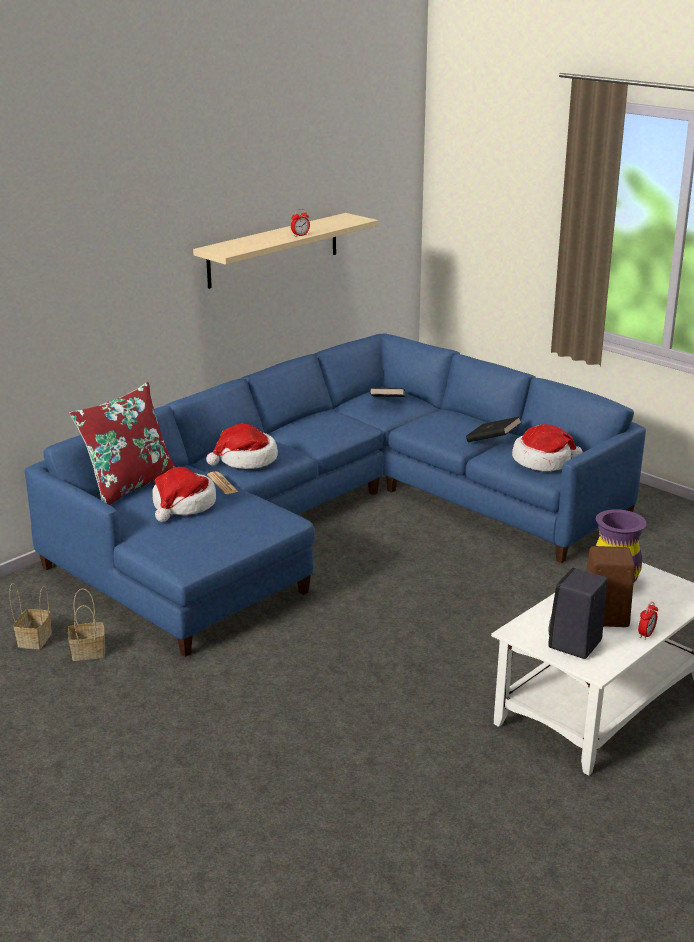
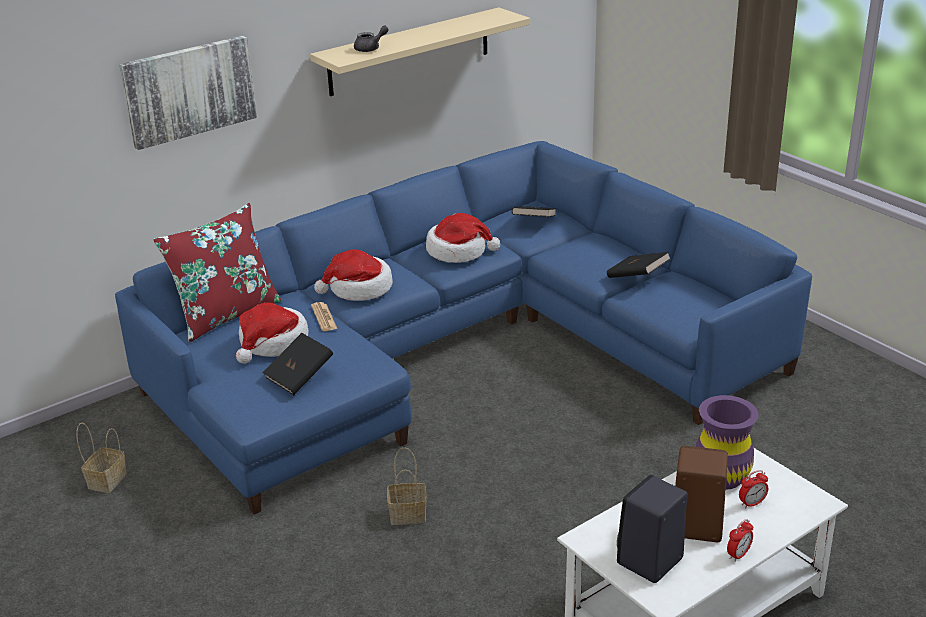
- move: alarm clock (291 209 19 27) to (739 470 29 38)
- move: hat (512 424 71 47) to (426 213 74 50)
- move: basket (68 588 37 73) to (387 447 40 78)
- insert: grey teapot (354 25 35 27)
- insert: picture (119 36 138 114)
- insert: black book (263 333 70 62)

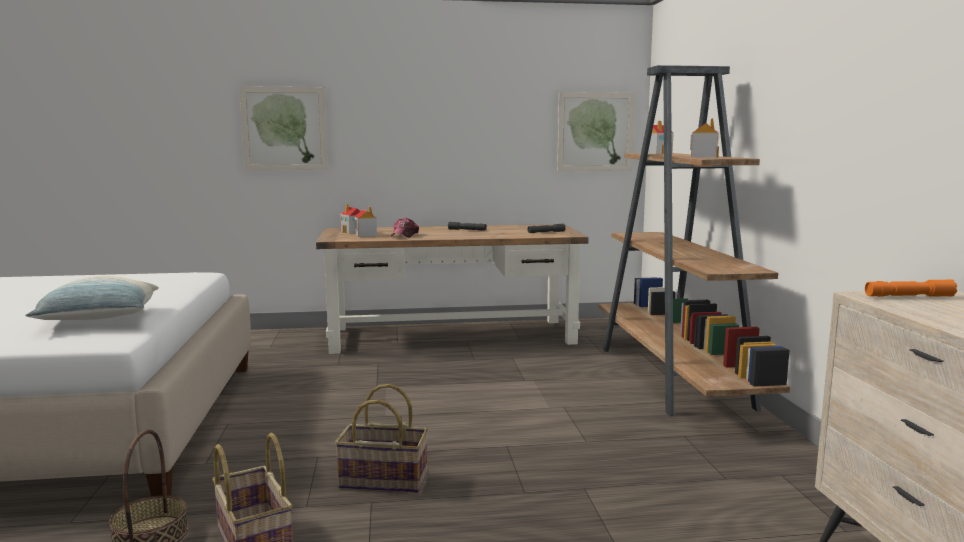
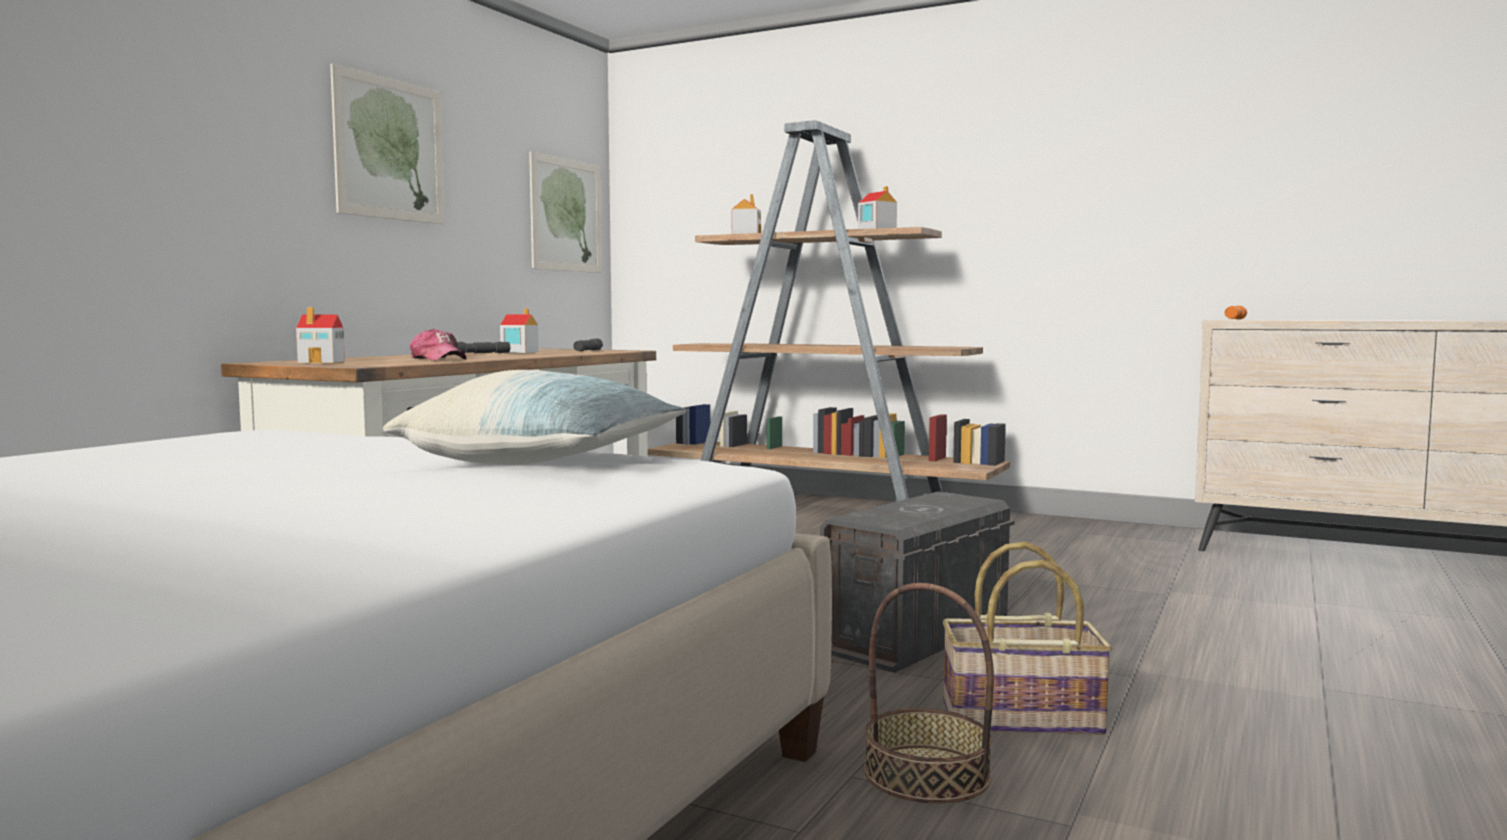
- move: picture (239 86 89 84) to (330 64 115 160)
- move: toy house (354 206 23 31) to (500 309 39 44)
- replace: basket (335 384 93 109) to grey storage box (820 492 195 181)

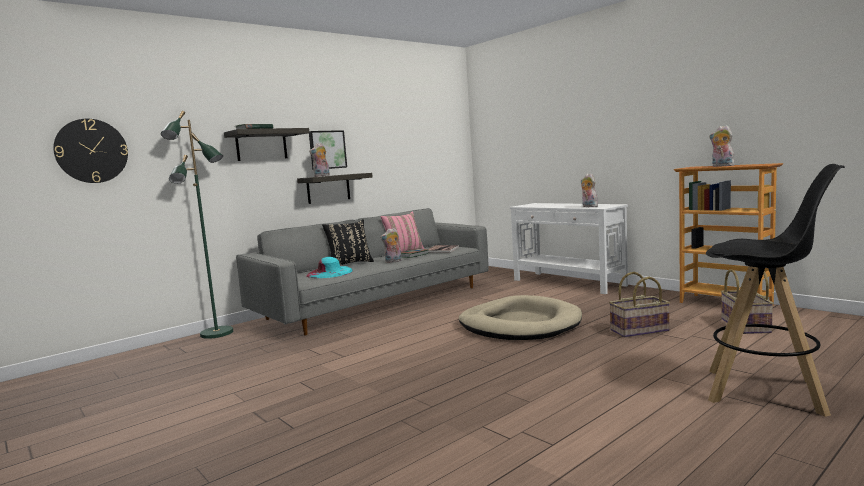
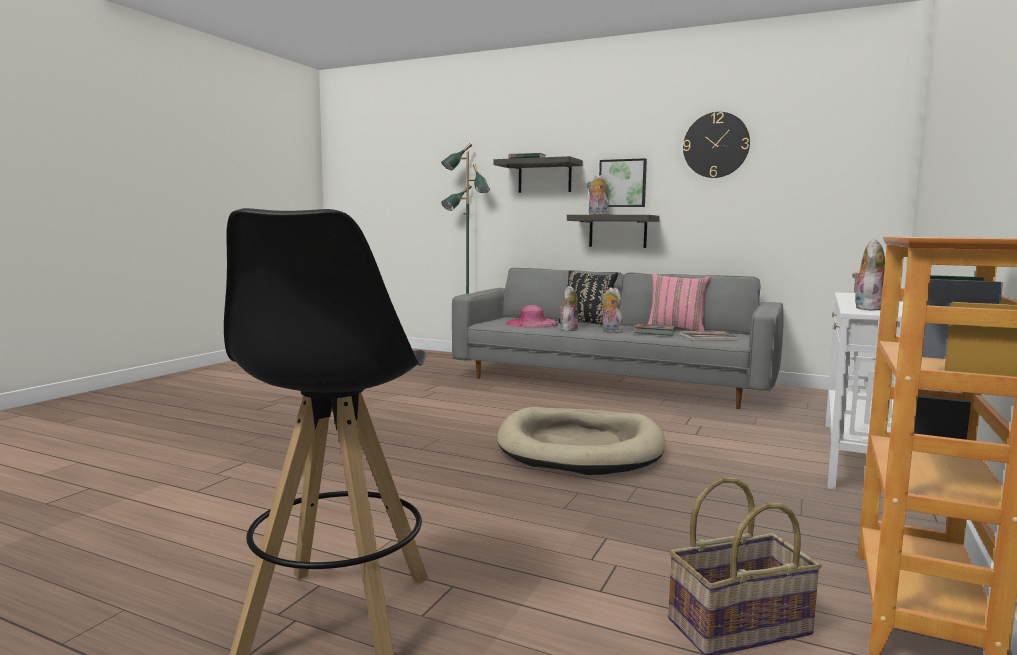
- move: wall clock (53 119 75 64) to (683 112 67 66)
- move: plush toy (709 125 26 42) to (559 286 19 45)
- recolor: turquoise hat (306 257 47 21) to pink hat (506 305 52 23)
- delete: basket (609 272 61 65)

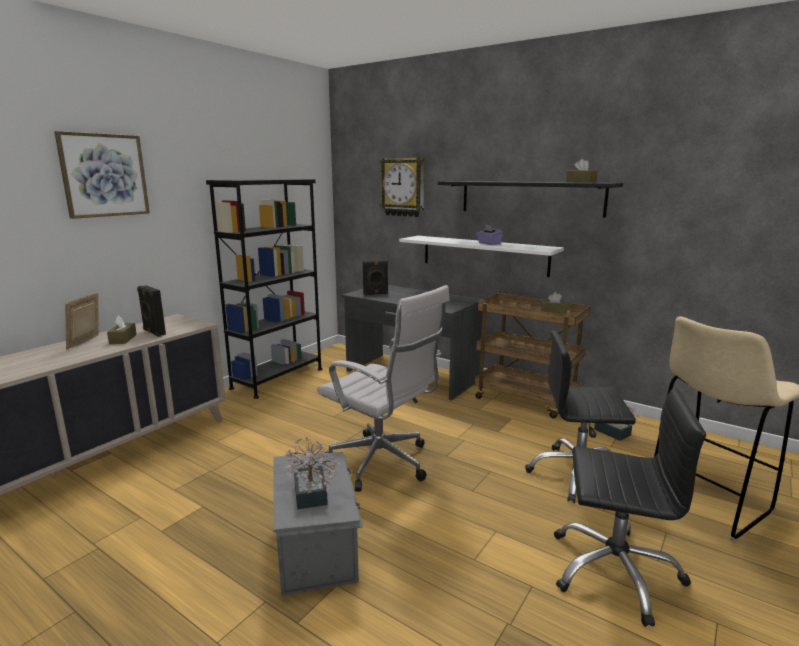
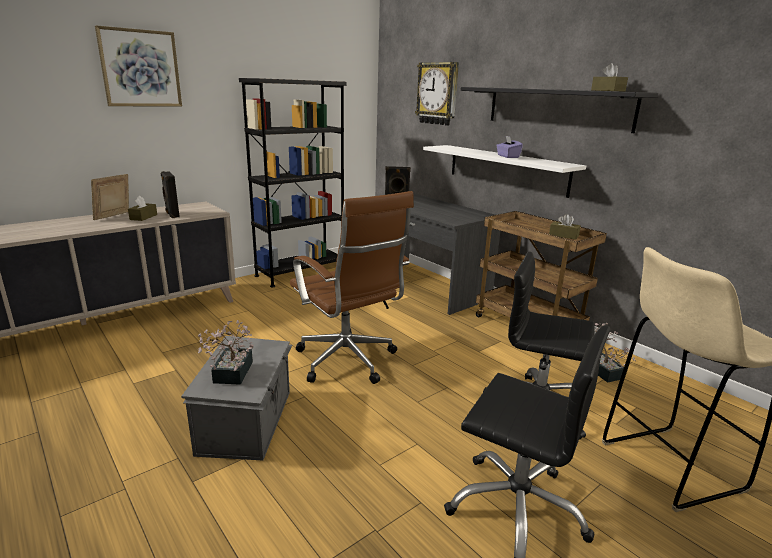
- recolor: white office chair (317 285 132 207) to brown office chair (290 191 124 193)

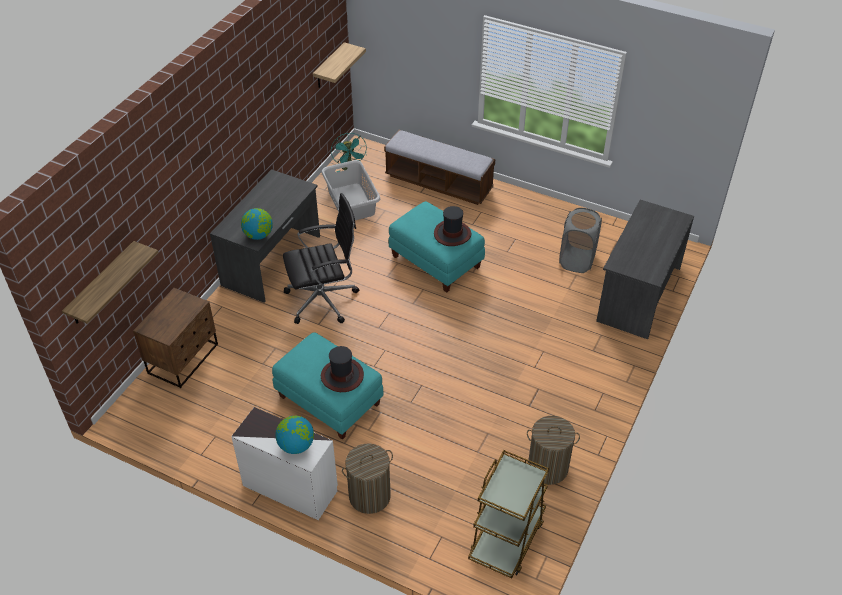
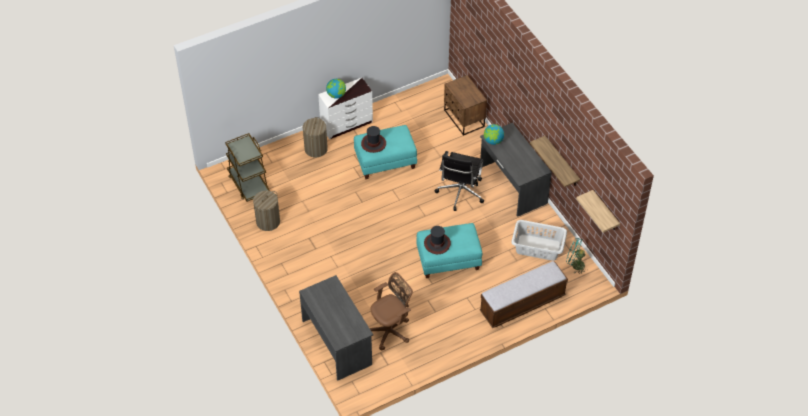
- replace: grey laundry basket (559 208 43 65) to brown office chair (370 272 43 78)
- move: shelf (62 241 96 83) to (530 136 50 51)

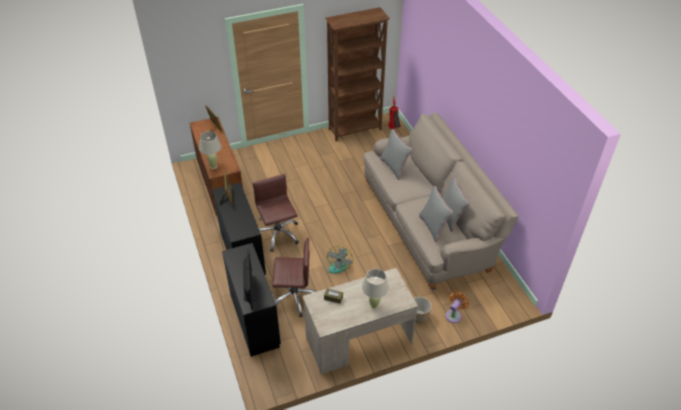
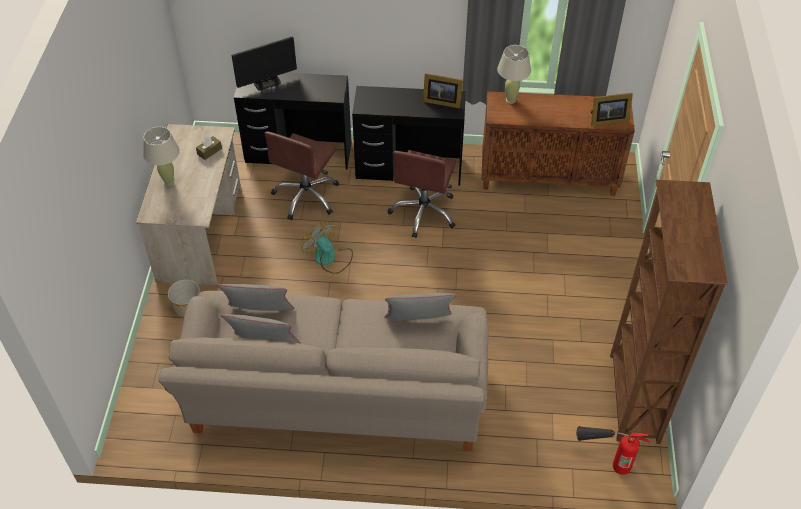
- rotate: brown office chair (253 174 46 78) = (388 150 68 88) 105 degrees clockwise
- rotate: monitor (243 249 14 61) = (232 36 65 54) 45 degrees counterclockwise
- delete: orange fan (445 291 24 32)

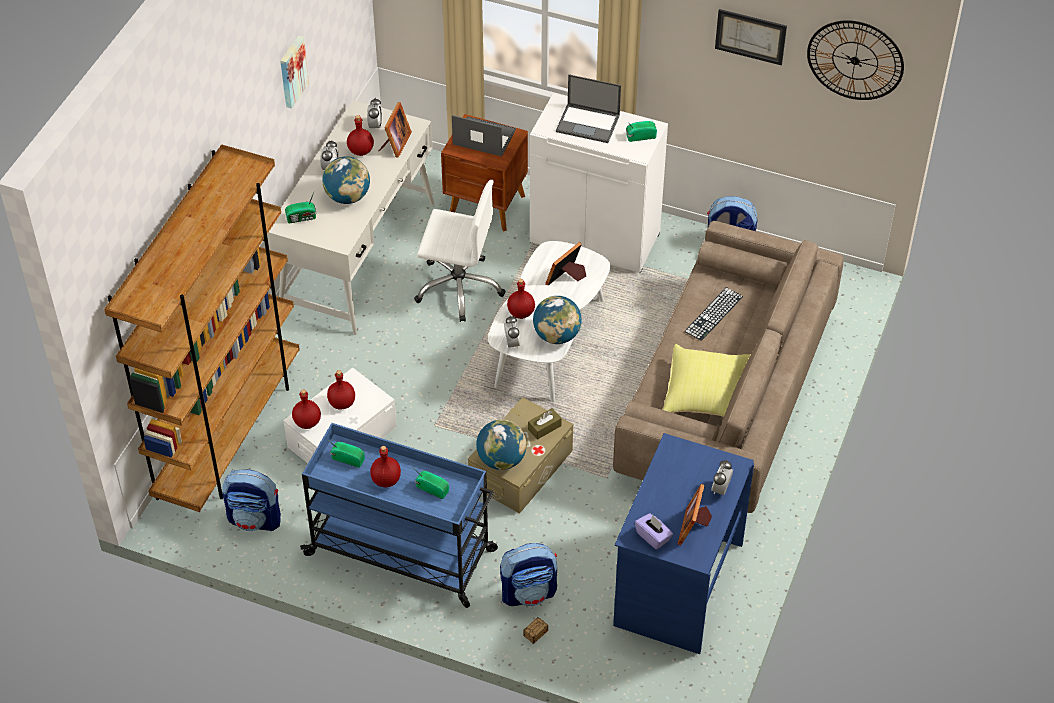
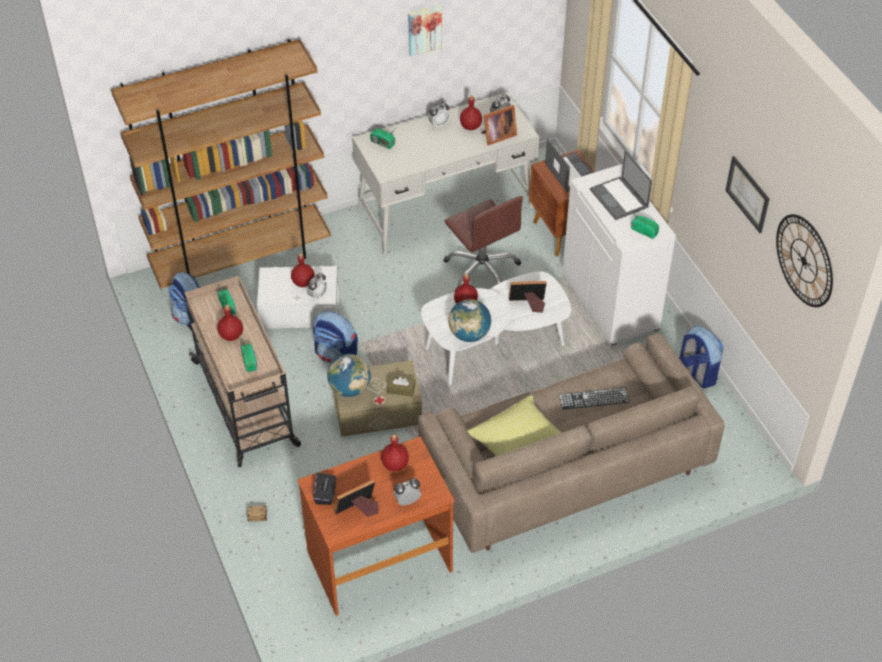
- delete: globe (322 156 48 48)
- recolor: white office chair (414 180 91 142) to brown office chair (443 196 80 94)
- move: alarm clock (504 315 16 34) to (307 273 21 28)
- move: red bottle (292 389 29 40) to (381 434 28 37)
- recolor: blue cart (300 423 198 185) to beige cart (184 276 117 191)
- recolor: blue desk (613 433 141 221) to brown desk (297 437 158 179)
- recolor: purple tissue box (635 513 38 37) to black tissue box (314 472 22 33)
- move: backpack (500 543 57 63) to (313 311 45 53)

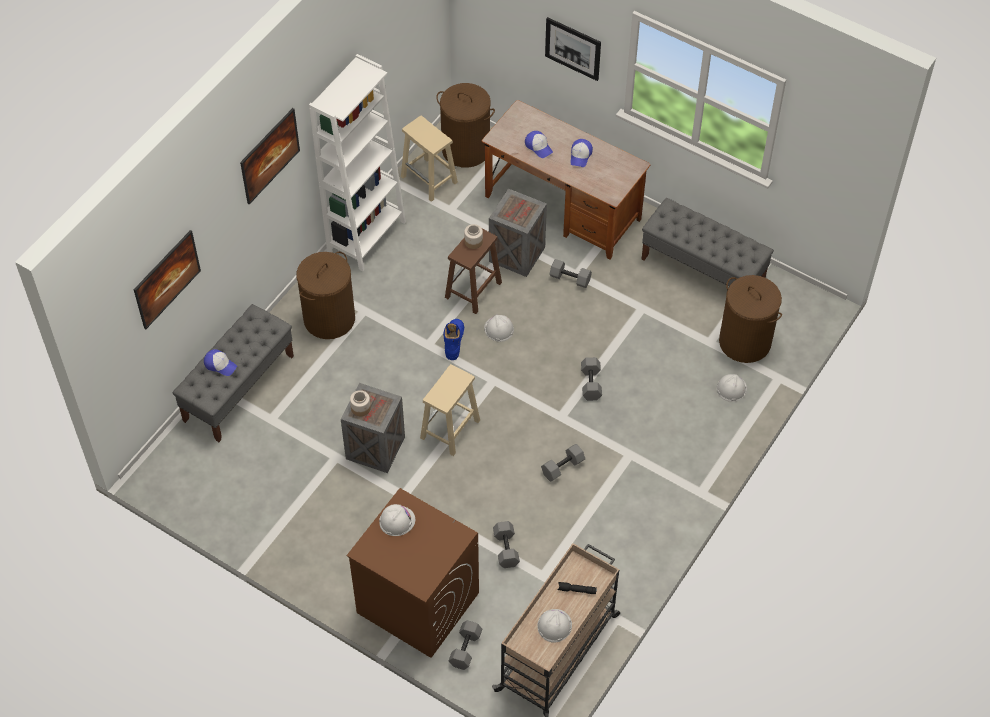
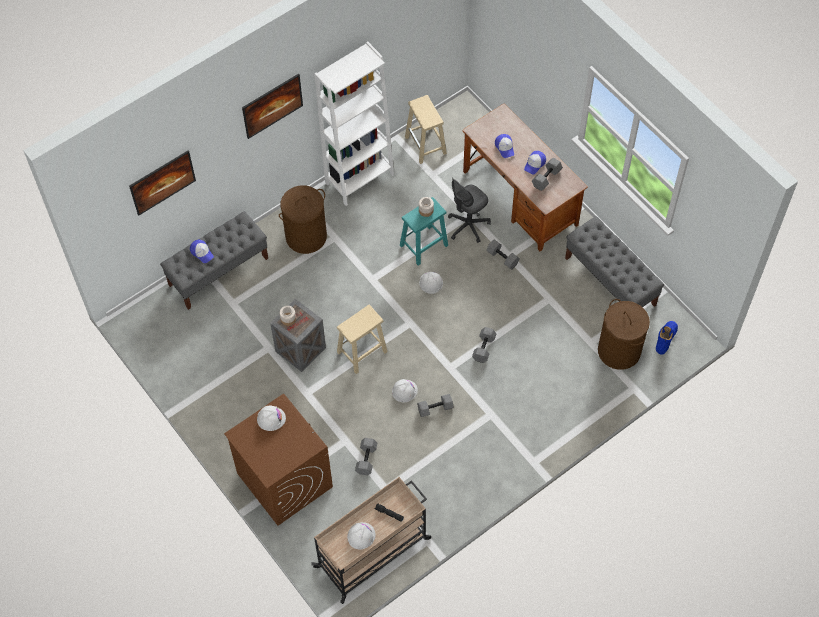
- delete: picture (545 17 56 64)
- delete: brown laundry basket (436 83 59 85)
- replace: crate (489 188 58 89) to grey office chair (448 178 43 65)
- recolor: brown stool (445 229 57 85) to turquoise stool (400 197 48 69)
- move: blue boot (443 319 21 41) to (656 321 22 34)
- move: white hard hat (717 374 30 28) to (392 379 26 23)
- move: grey dumbbell (448 620 34 50) to (532 158 31 33)

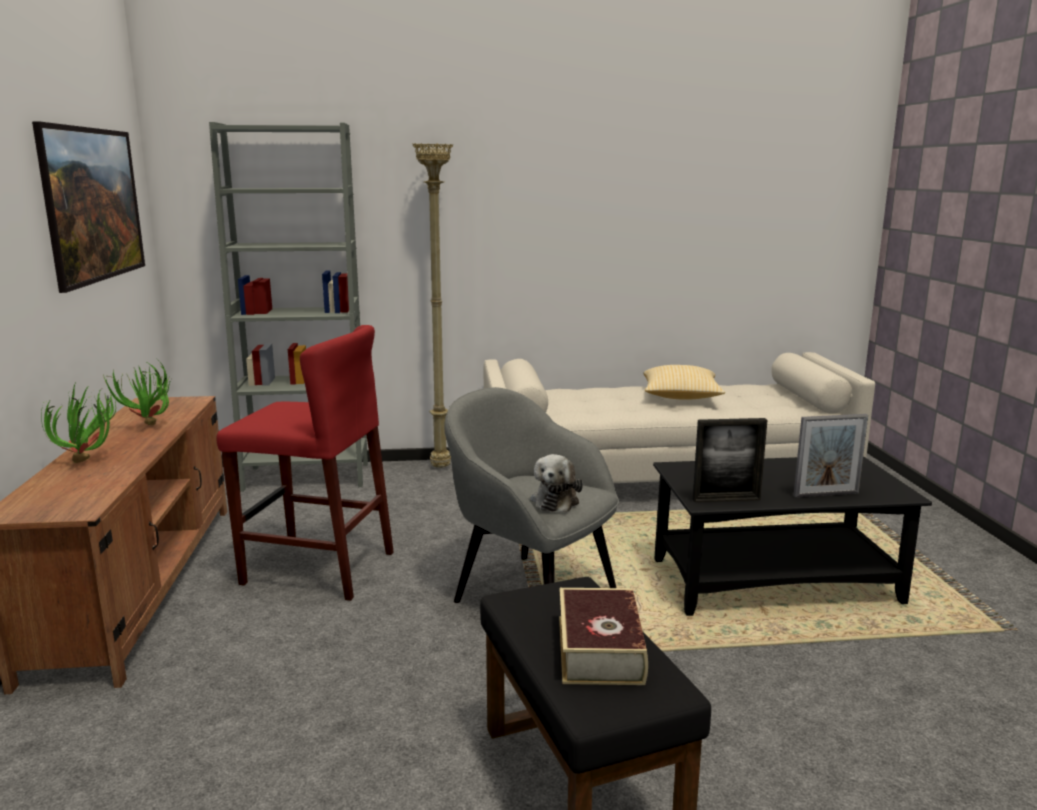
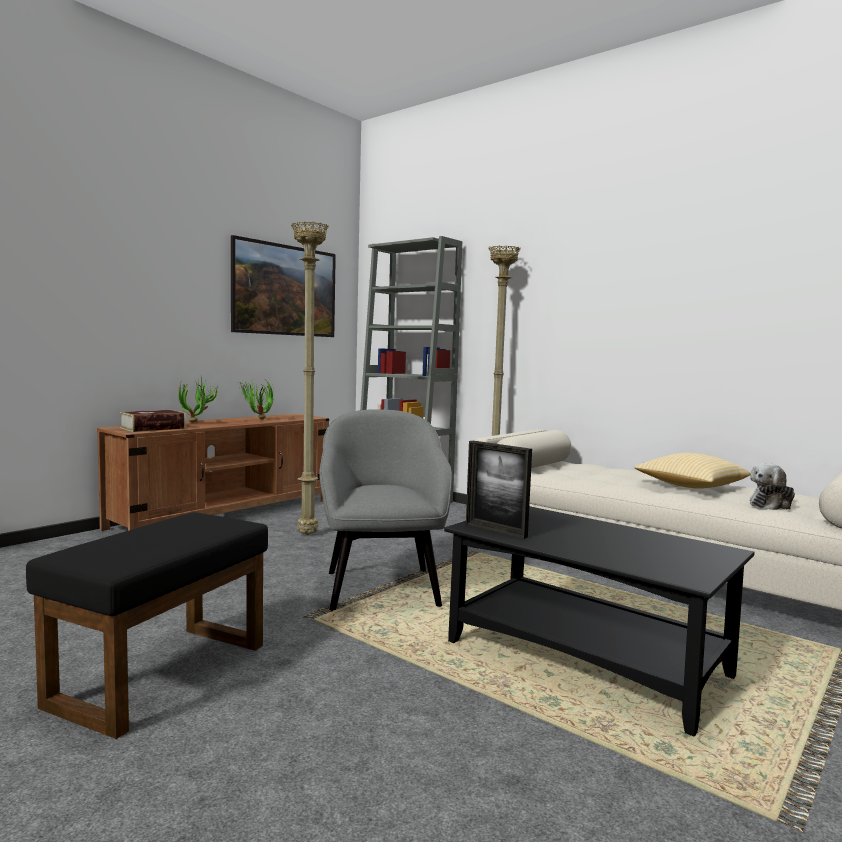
- replace: red stool (217 325 177 276) to beige floor lamp (291 221 38 314)
- delete: picture frame (793 414 75 83)
- move: plush toy (531 454 52 58) to (750 463 45 47)
- move: book (559 588 89 97) to (120 410 66 22)

